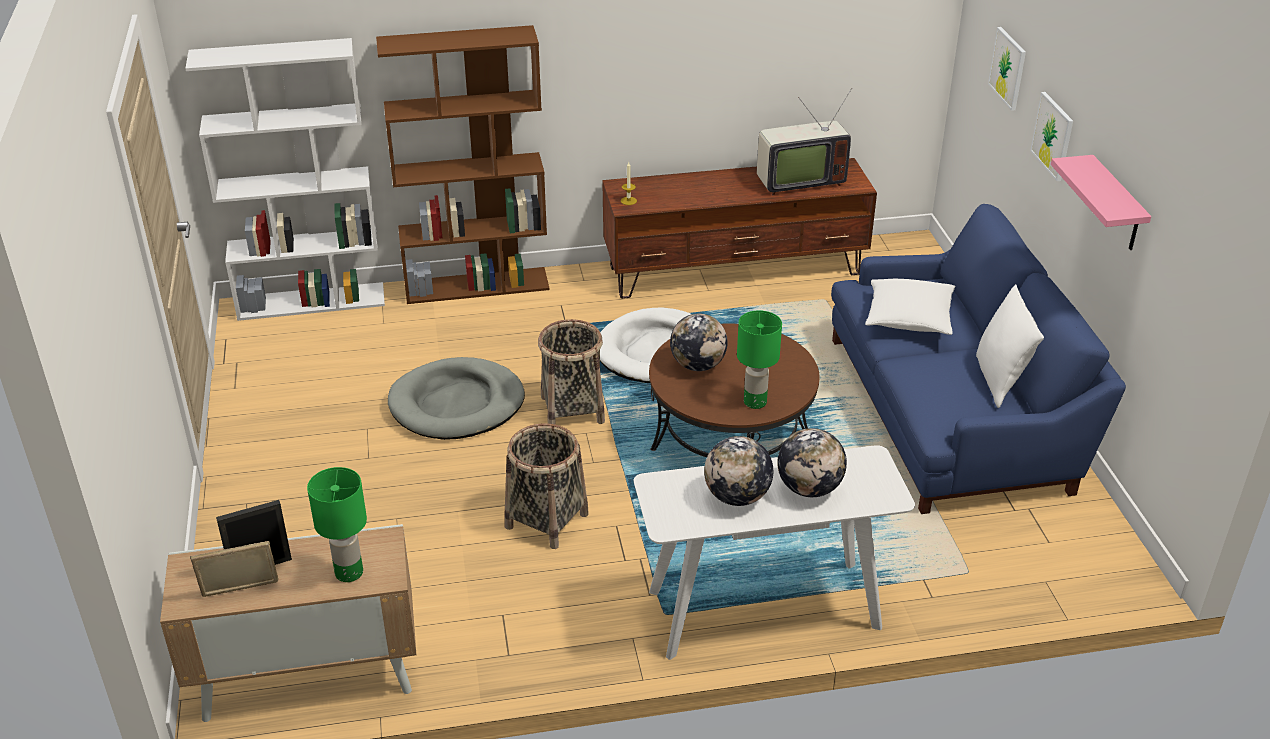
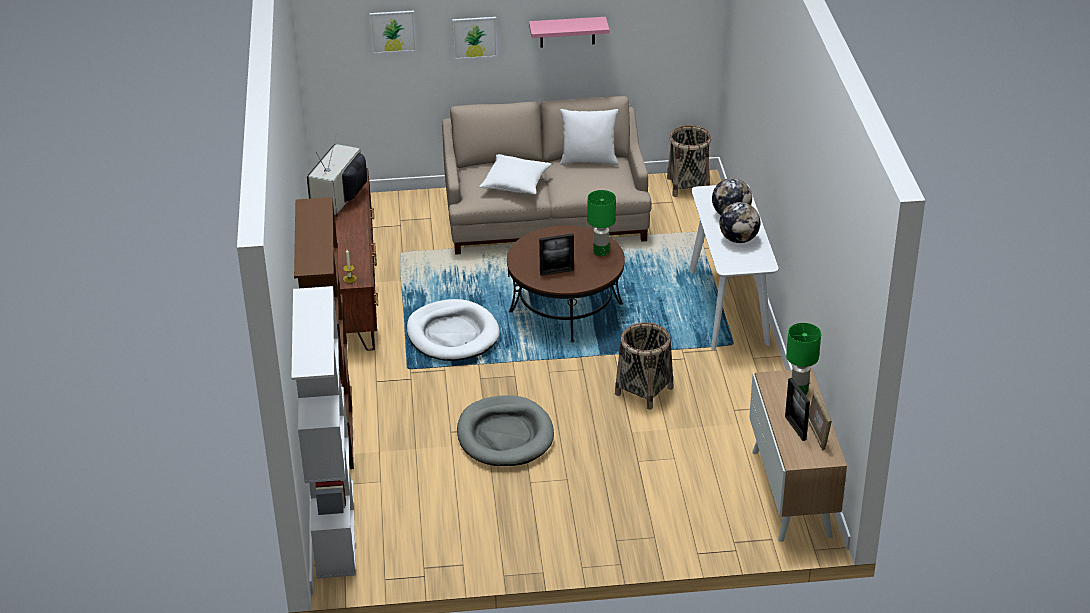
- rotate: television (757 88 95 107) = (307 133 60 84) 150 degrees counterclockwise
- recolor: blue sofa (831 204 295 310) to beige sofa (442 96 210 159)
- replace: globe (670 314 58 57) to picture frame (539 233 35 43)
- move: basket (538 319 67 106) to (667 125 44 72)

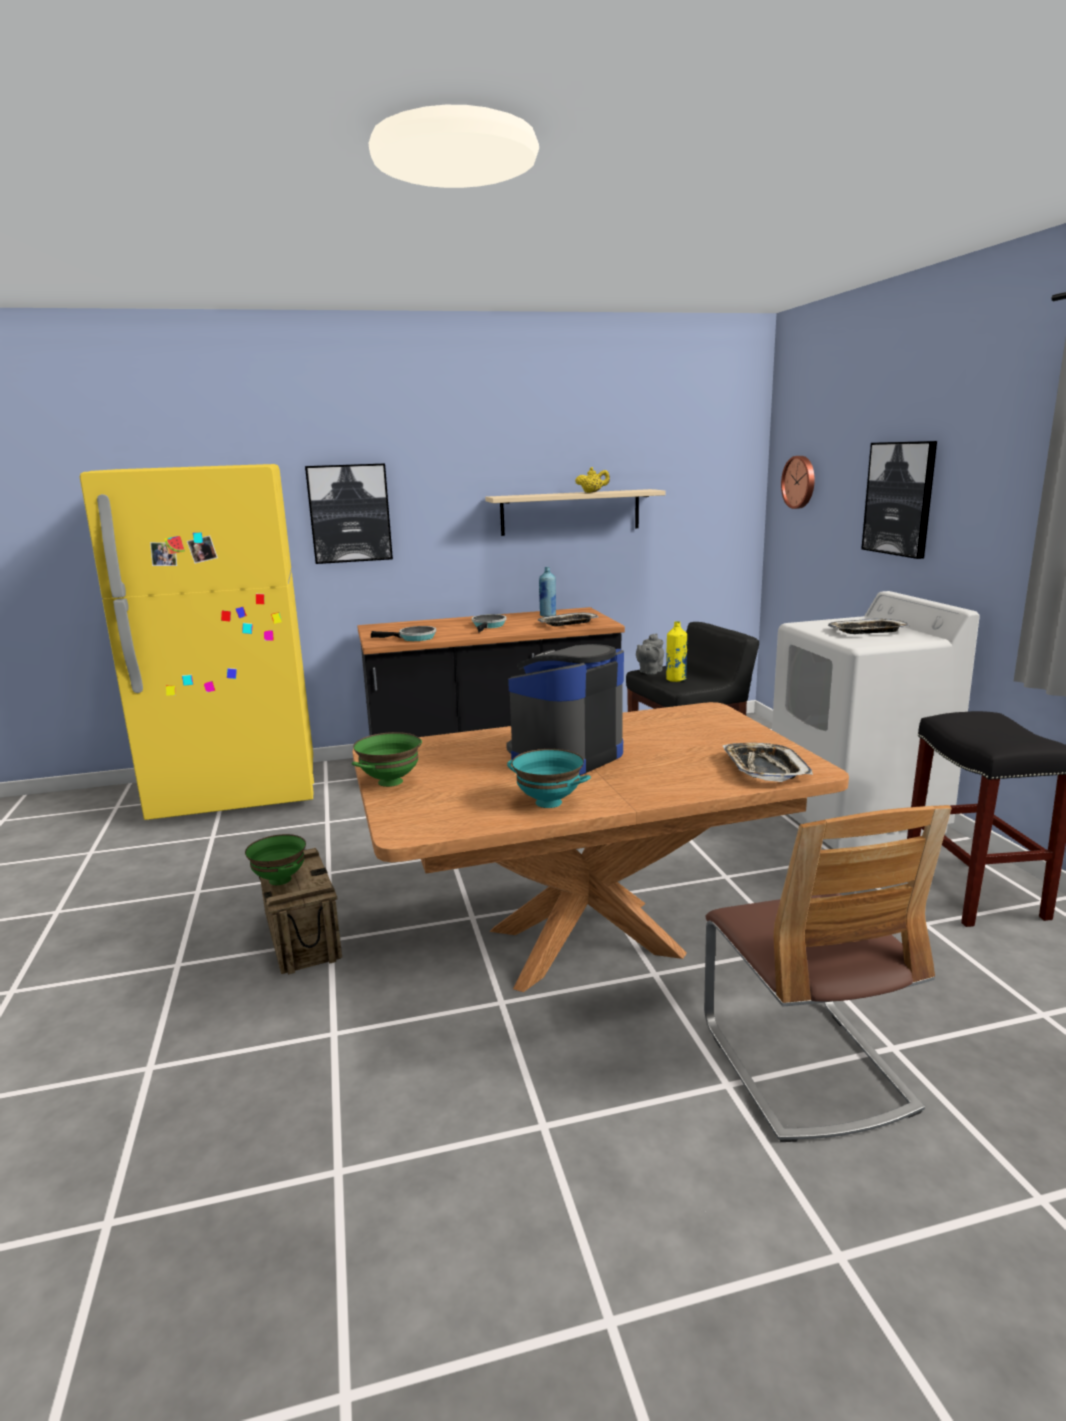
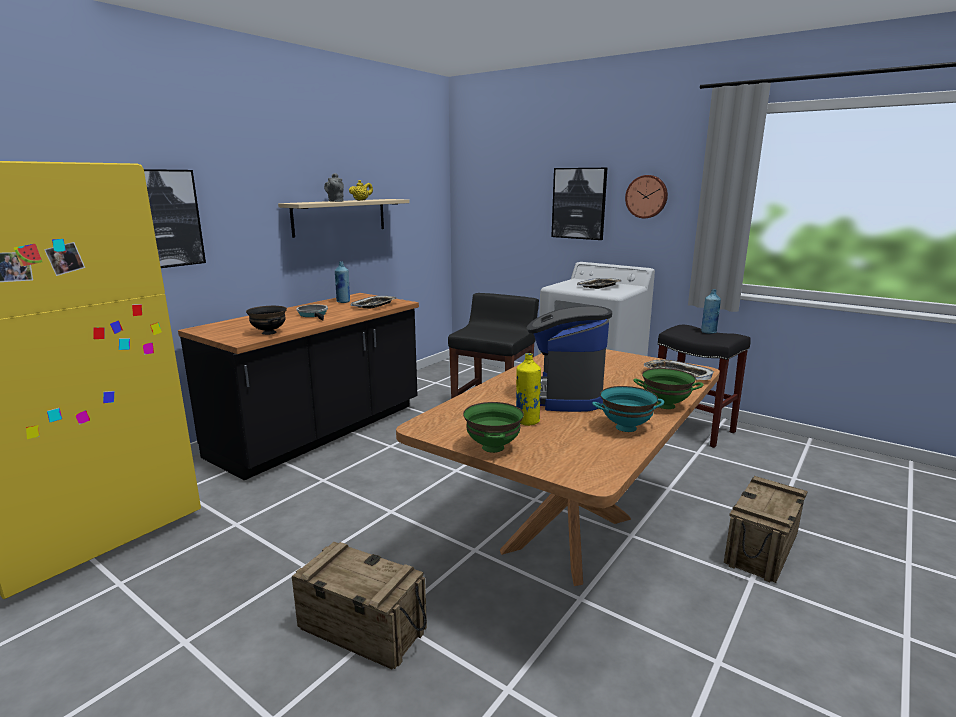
- move: wall clock (781 456 34 53) to (625 175 43 43)
- move: yellow bottle (666 621 21 61) to (516 353 25 73)
- replace: frying pan (371 626 65 15) to black bowl (246 306 41 29)
- move: grey teapot (636 633 28 42) to (324 173 20 29)
- replace: chair (704 805 248 337) to crate (724 476 84 107)
- move: green bowl (245 834 61 51) to (633 368 70 41)
- insert: blue bottle (701 289 20 45)

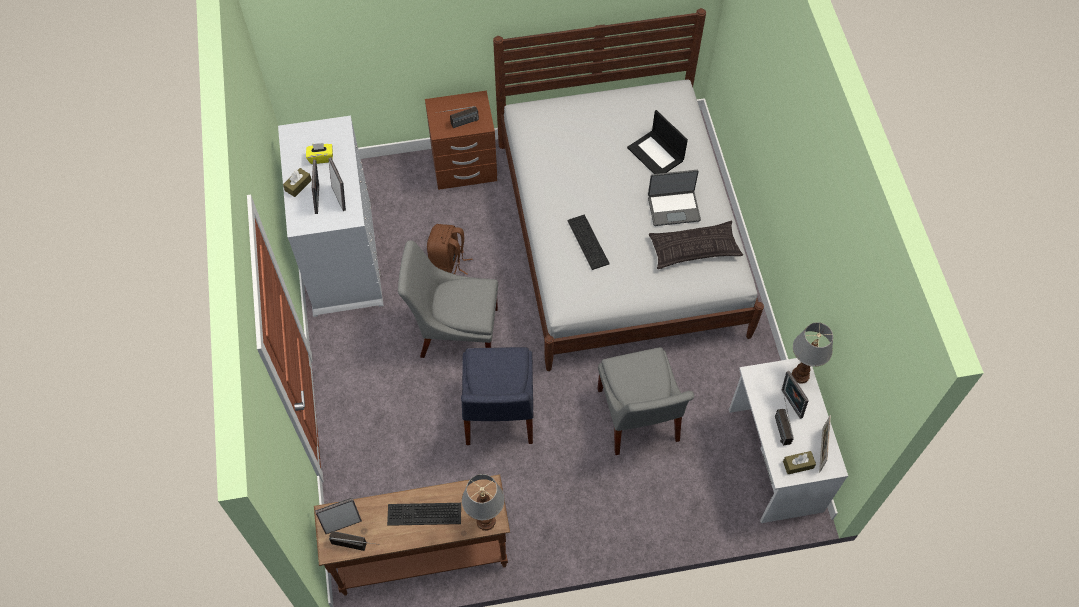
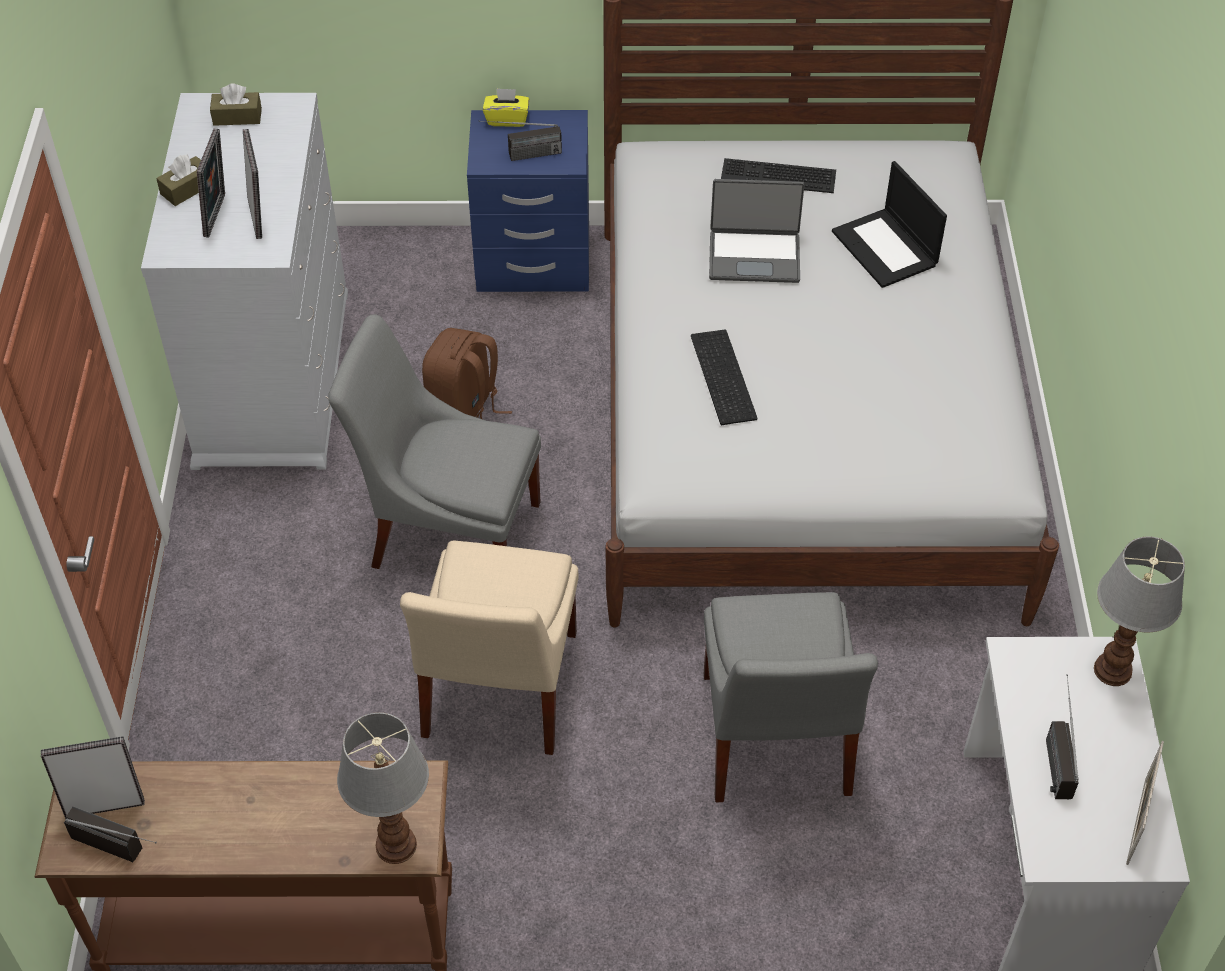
- recolor: brown nightstand (425 91 72 99) to blue nightstand (467 110 122 182)
- move: yellow tissue box (306 143 27 21) to (483 88 46 39)
- move: laptop (648 170 53 56) to (709 179 95 104)
- delete: pillow (649 221 94 48)
- recolor: blue chair (461 347 72 98) to beige chair (400 540 178 215)
- delete: picture frame (782 371 27 48)
- move: brown tissue box (783 451 33 23) to (210 83 52 43)
- move: keyboard (387 503 74 23) to (721 158 115 35)

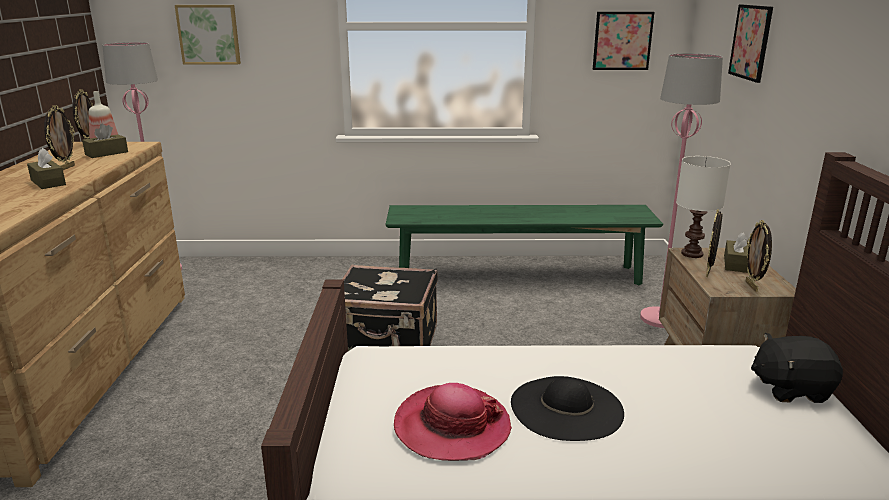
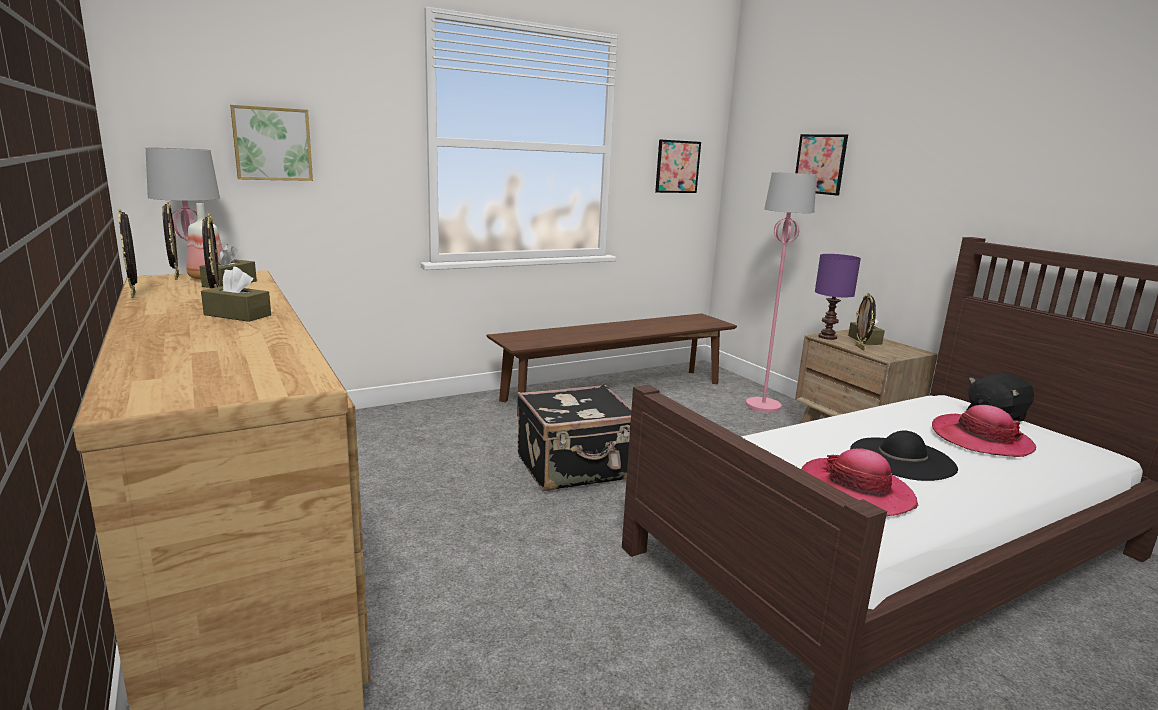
- recolor: white table lamp (676 156 55 102) to purple table lamp (815 254 46 86)
- recolor: green bench (385 205 278 80) to brown bench (486 313 251 103)
- move: picture frame (745 220 27 72) to (118 209 19 89)
- insert: hat (932 405 104 52)

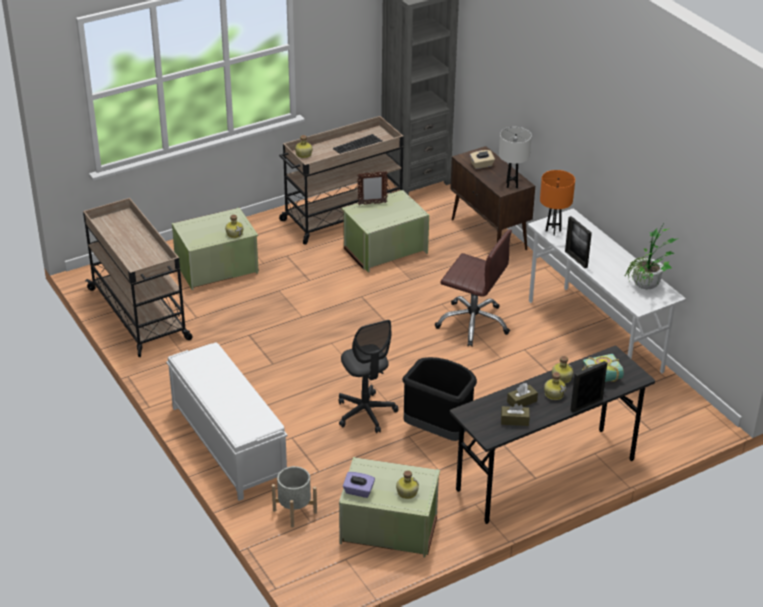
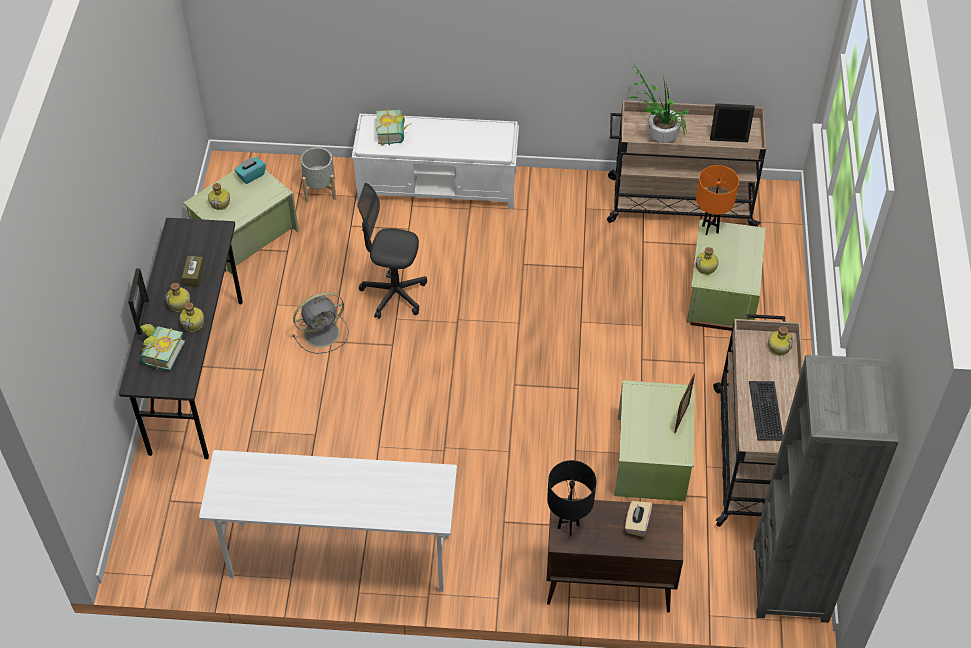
- recolor: white table lamp (499 127 33 61) to black table lamp (547 460 50 77)
- move: orange table lamp (540 170 35 66) to (696 165 43 70)
- move: picture frame (565 216 27 52) to (710 103 45 39)
- move: potted plant (625 222 54 68) to (628 61 61 82)
- delete: brown office chair (435 229 77 118)
- replace: black trash can (402 357 75 84) to grey fan (292 292 57 62)
- delete: brown tissue box (501 403 29 23)
- recolor: purple tissue box (343 472 32 26) to turquoise tissue box (234 156 32 28)
- insert: book (376 109 36 37)

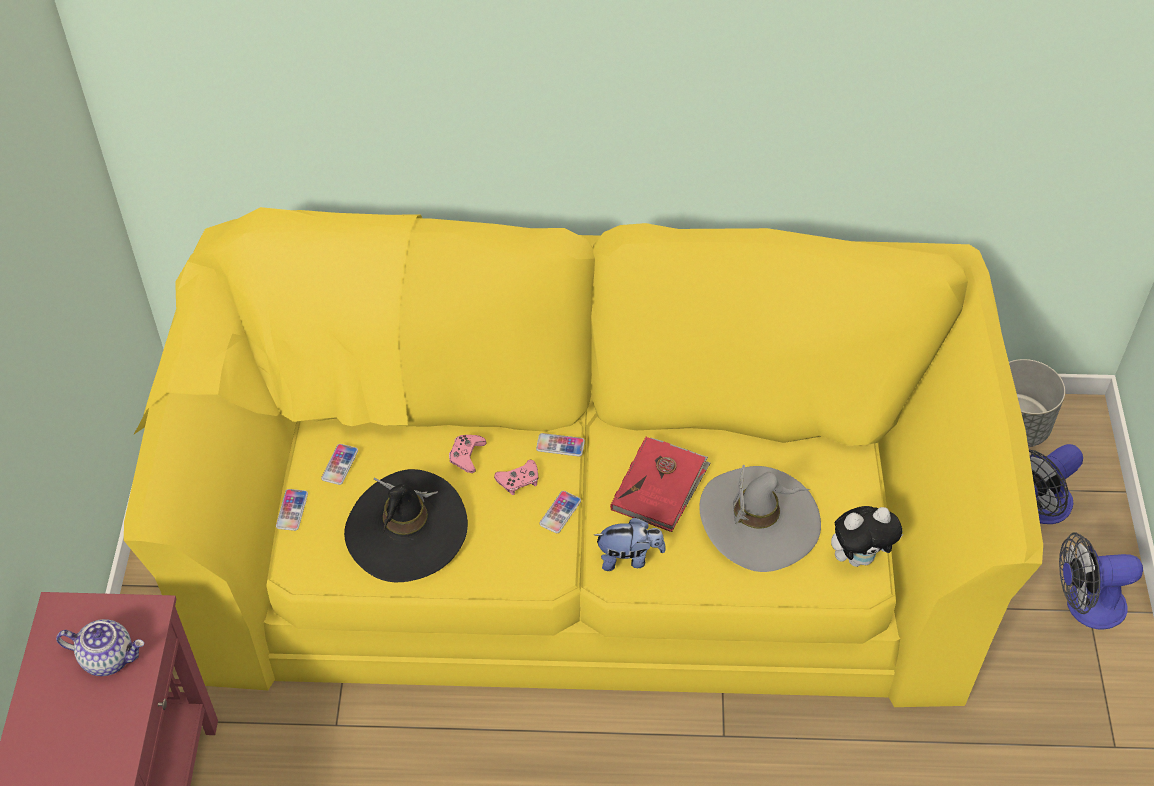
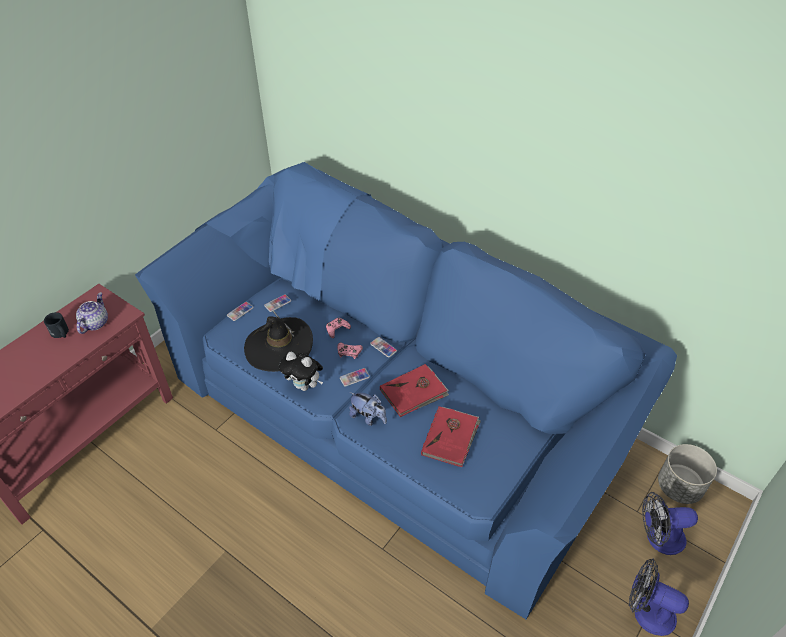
- recolor: yellow sofa (124 207 919 500) to blue sofa (135 162 542 457)
- replace: grey hat (699 465 122 107) to red book (421 406 60 61)
- move: plush toy (831 506 72 61) to (279 352 44 39)
- rotate: teapot (56 619 88 57) = (76 292 32 42) 120 degrees counterclockwise
- insert: black mug (44 312 25 26)

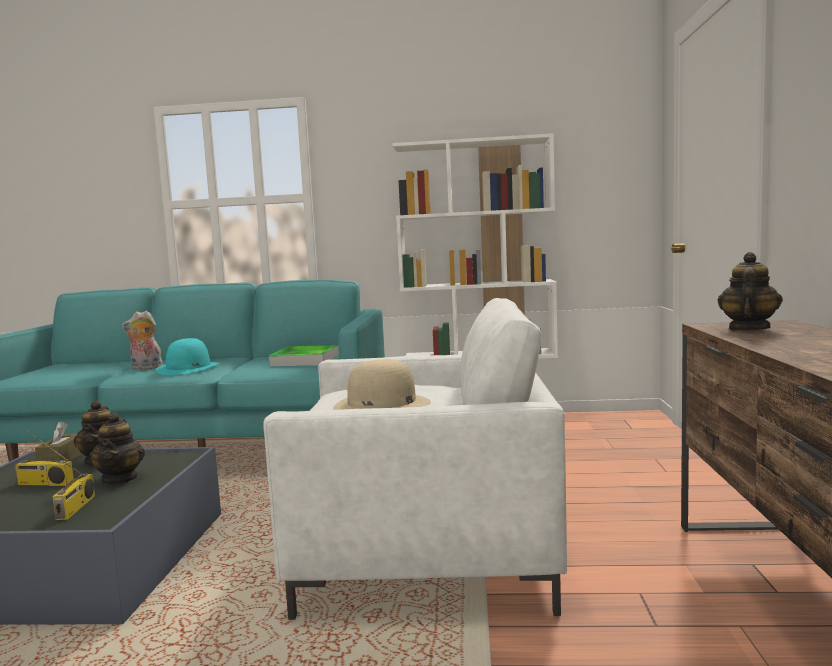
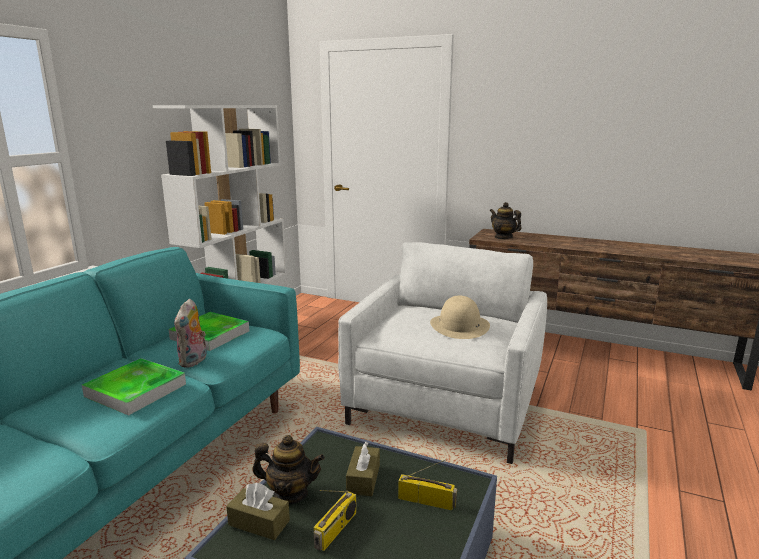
- move: plush toy (122 311 41 59) to (174 299 33 69)
- replace: turquoise hat (156 338 63 37) to tray (82 358 104 58)
- replace: teapot (89 413 56 72) to brown tissue box (346 442 34 54)

